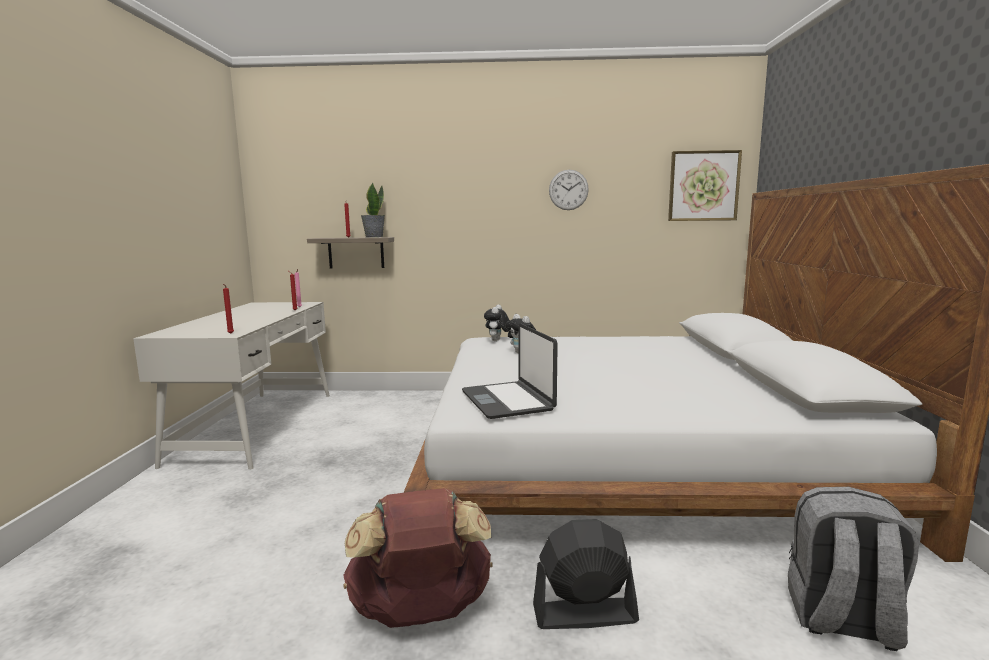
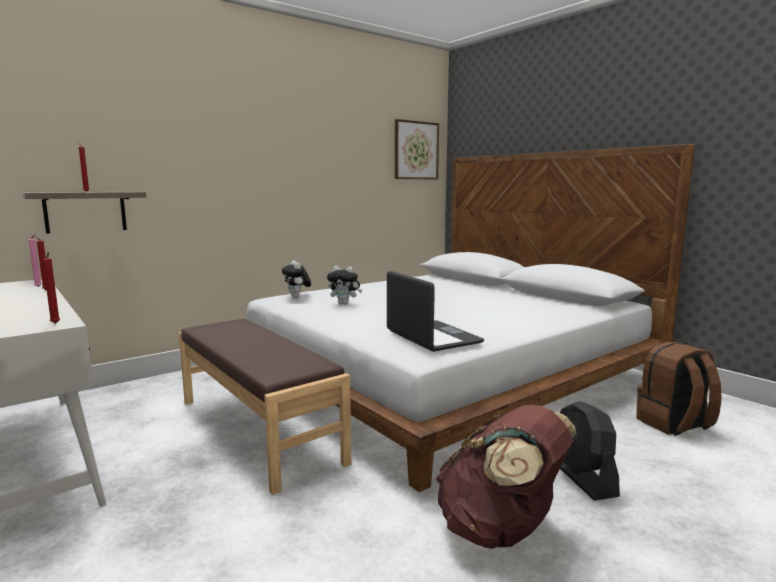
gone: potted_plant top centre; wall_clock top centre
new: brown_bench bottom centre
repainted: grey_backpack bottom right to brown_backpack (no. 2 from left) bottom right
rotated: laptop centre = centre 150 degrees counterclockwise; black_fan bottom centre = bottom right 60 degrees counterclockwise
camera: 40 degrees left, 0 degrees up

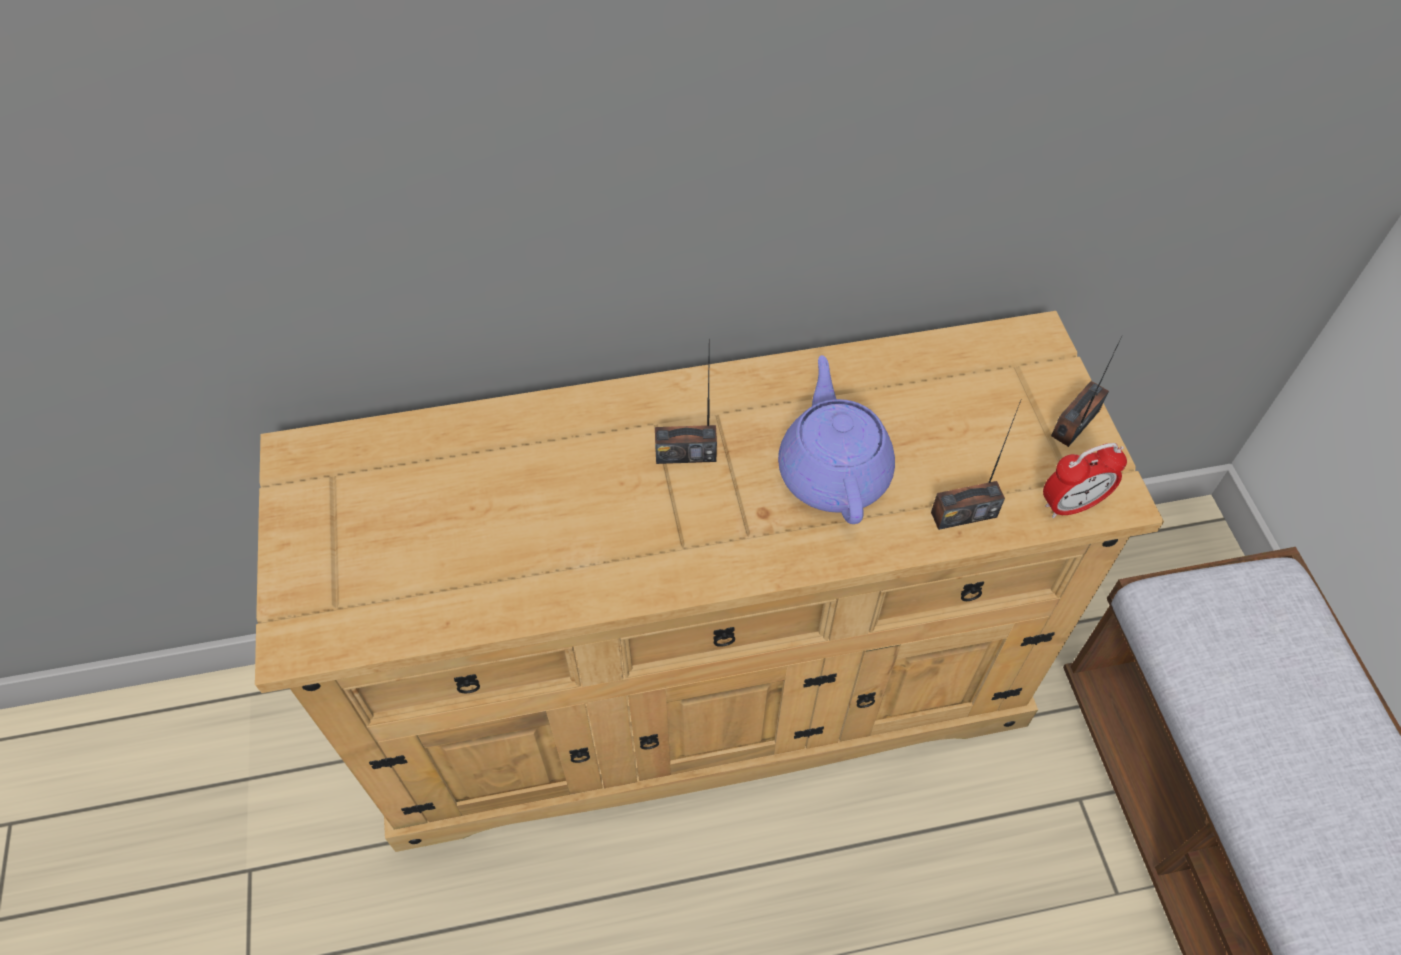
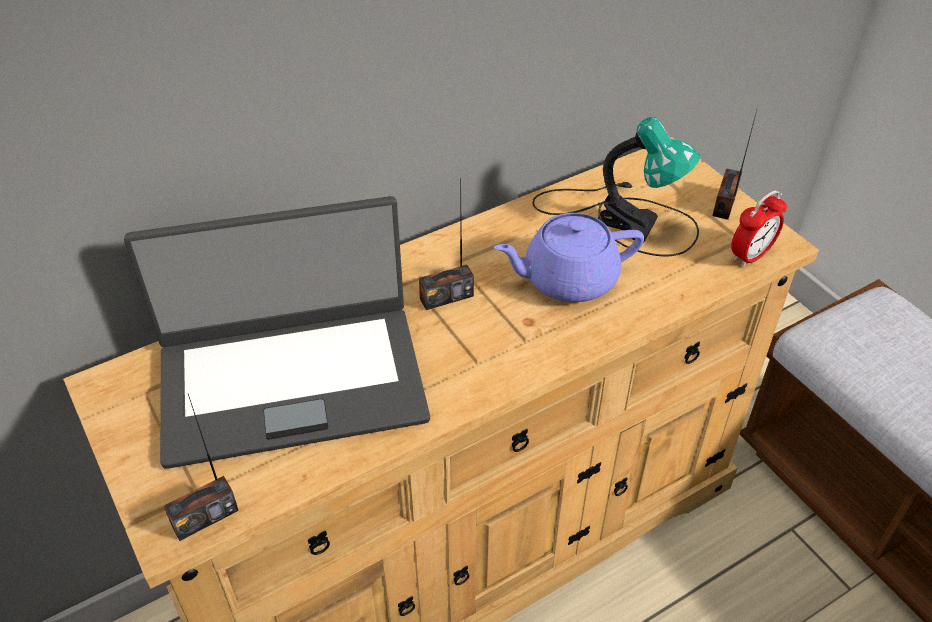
new: laptop middle left; table_lamp top centre
shifted: radio (no. 2 from left in the first image) middle right to radio (no. 1 from left) bottom left
rotated: purple_teapot centre = centre 75 degrees counterclockwise
camera: 20 degrees left, 10 degrees down

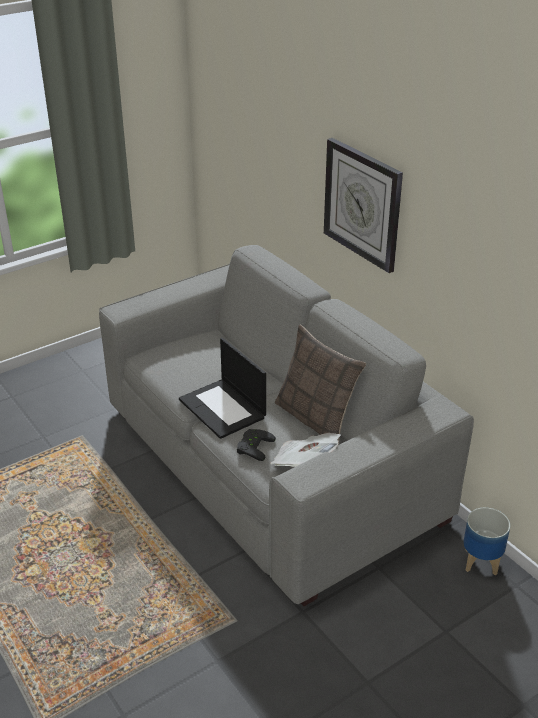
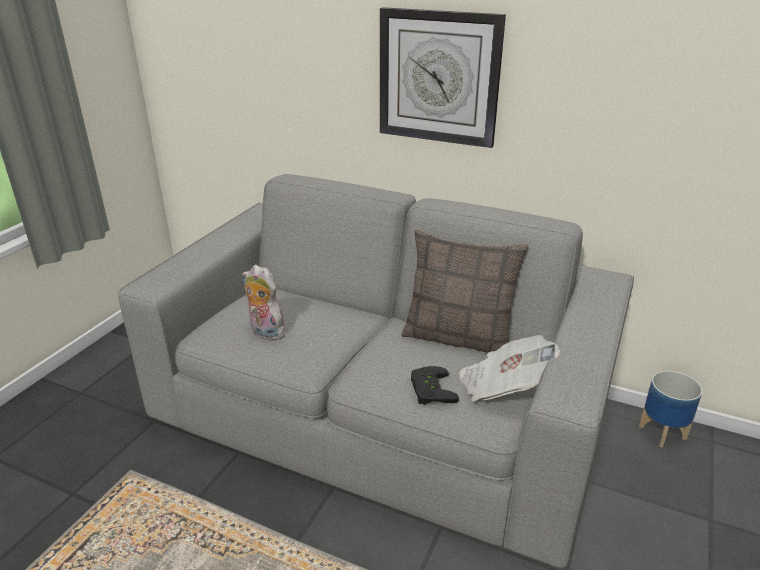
gone: laptop centre
new: plush_toy centre
camera: 30 degrees left, 5 degrees down

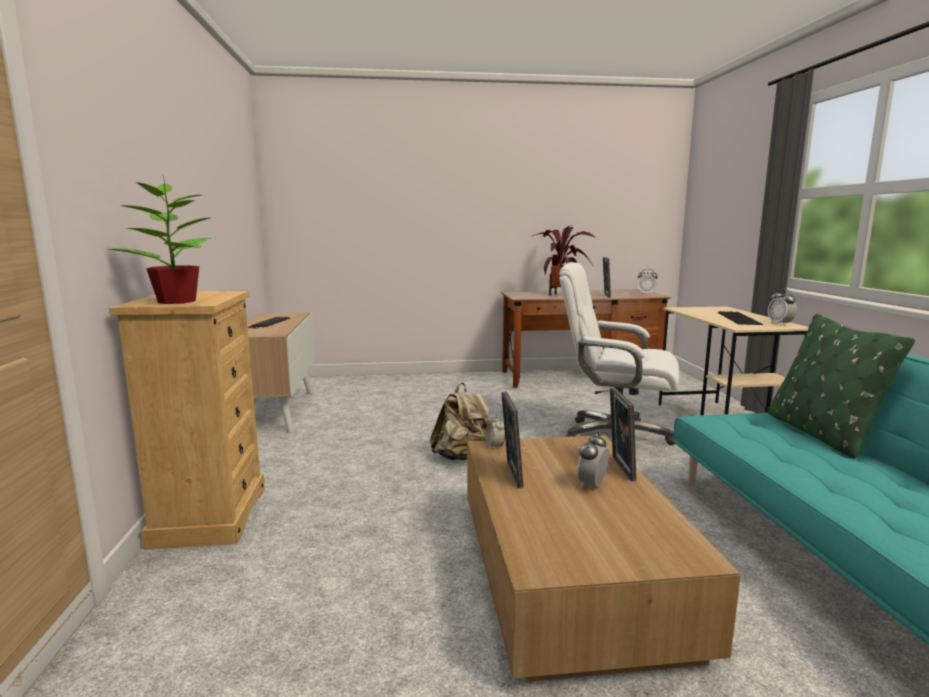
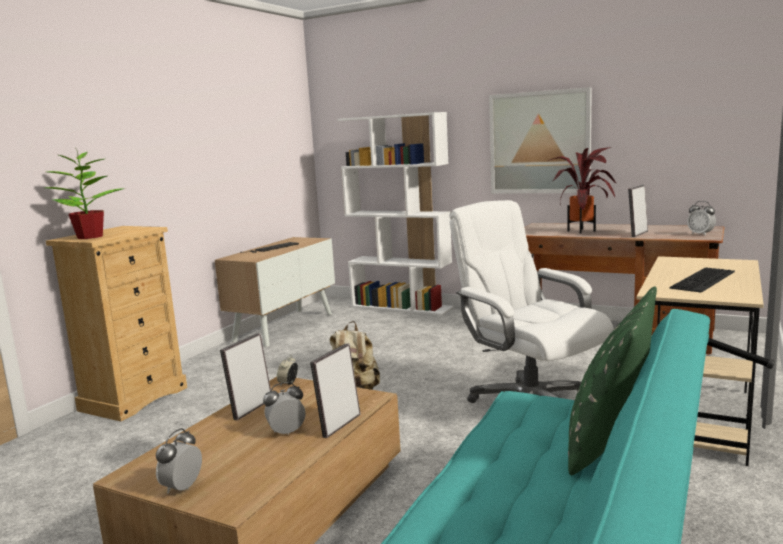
new: white_bookcase centre; picture top right
shifted: alarm_clock (no. 4 from left in the first image) middle right to alarm_clock (no. 1 from left) bottom left
camera: 35 degrees right, 0 degrees up

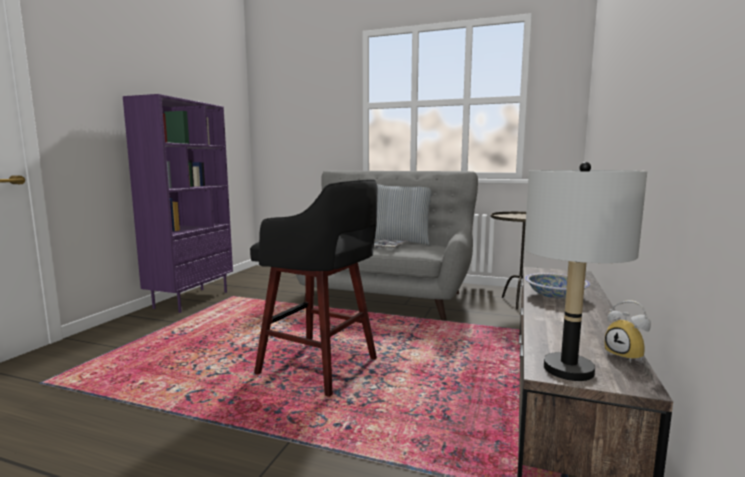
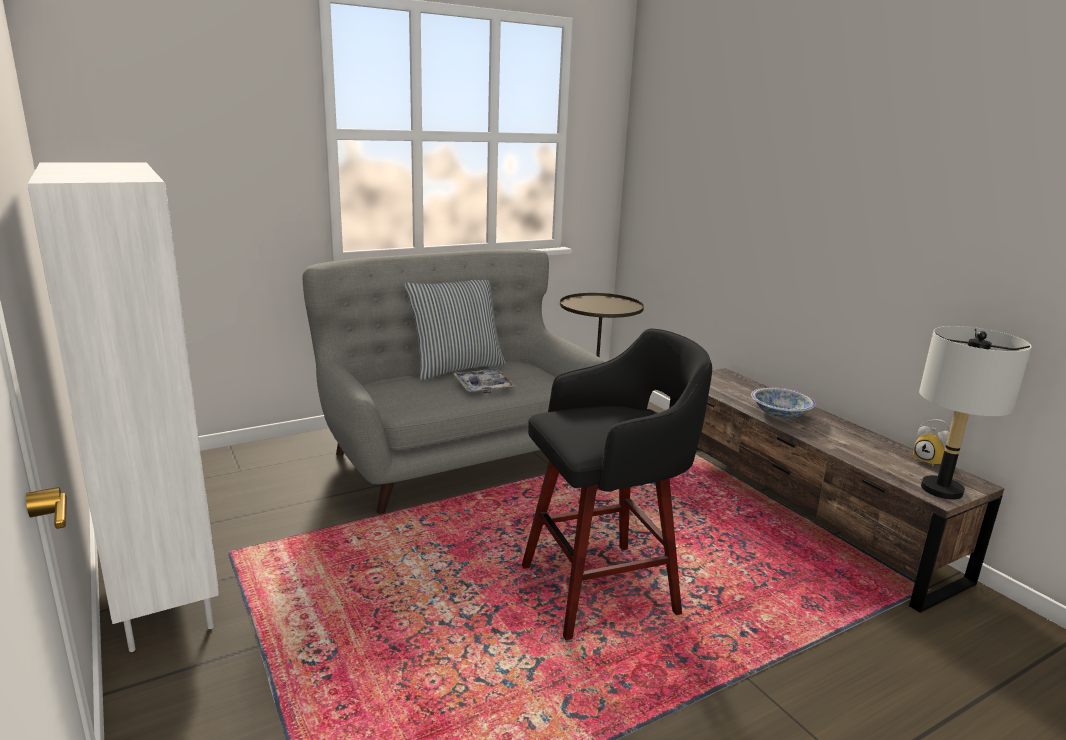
repainted: purple_bookcase middle left to white_bookcase middle left
rotated: alarm_clock bottom right = middle right 45 degrees clockwise
camera: 50 degrees left, 10 degrees up

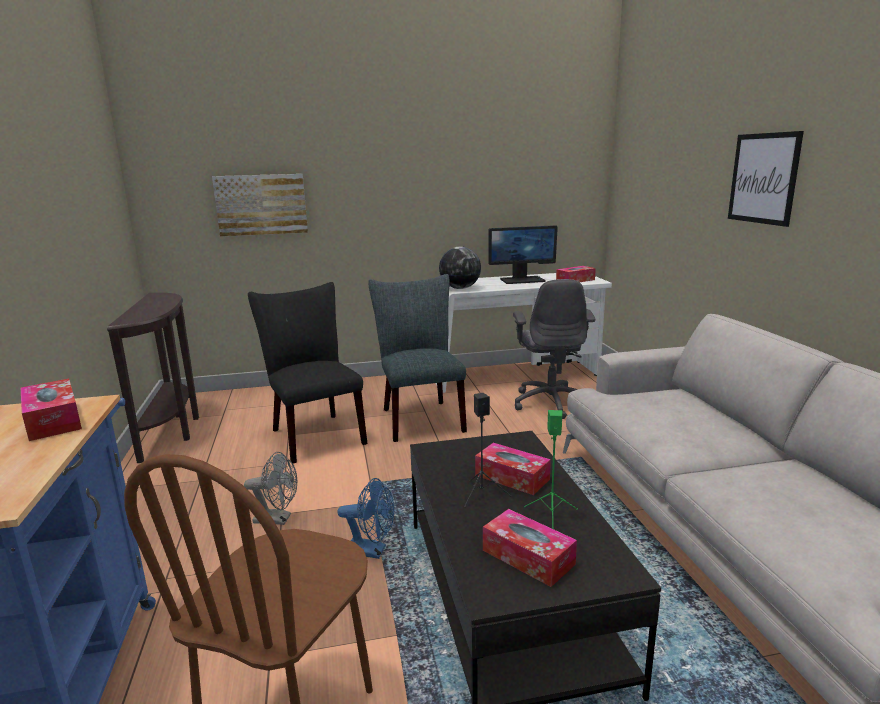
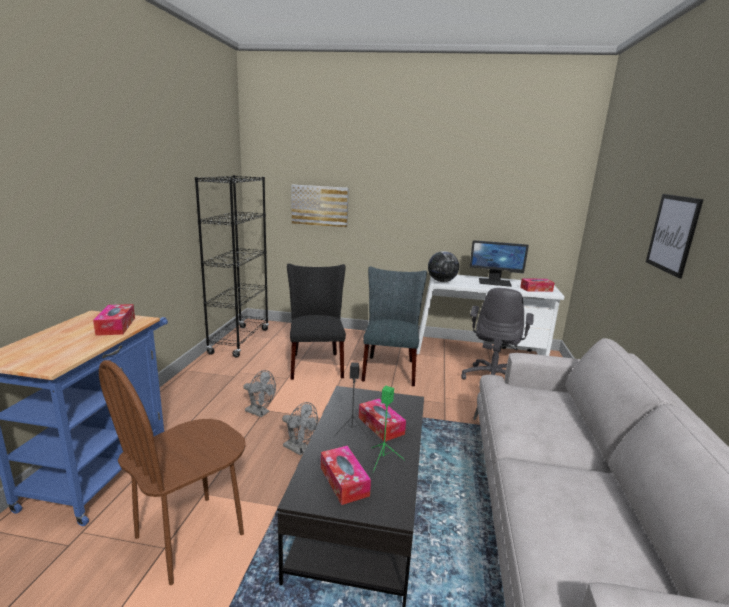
swapped: brown_console_table middle left to black_bookcase middle left
repainted: blue_fan bottom centre to grey_fan (no. 2 from left) bottom centre
camera: 20 degrees right, 0 degrees up

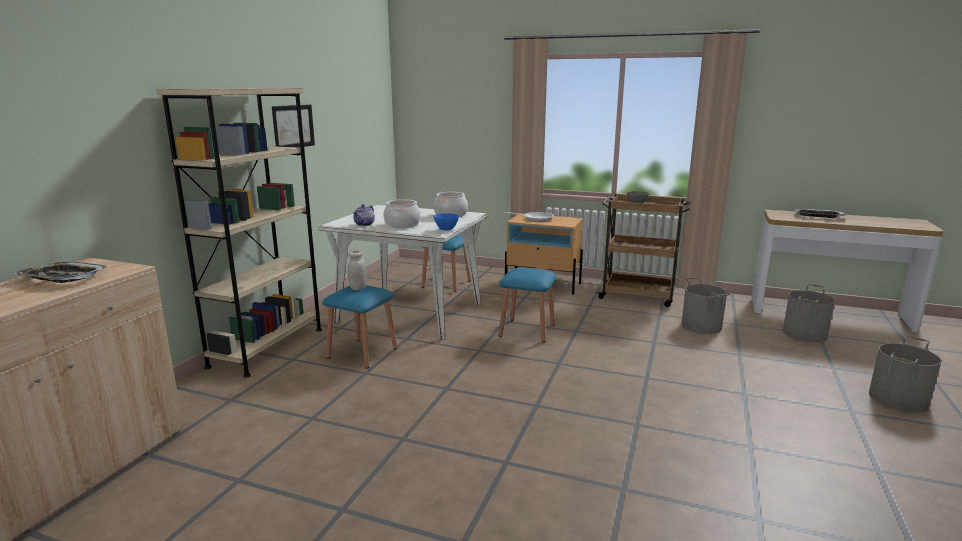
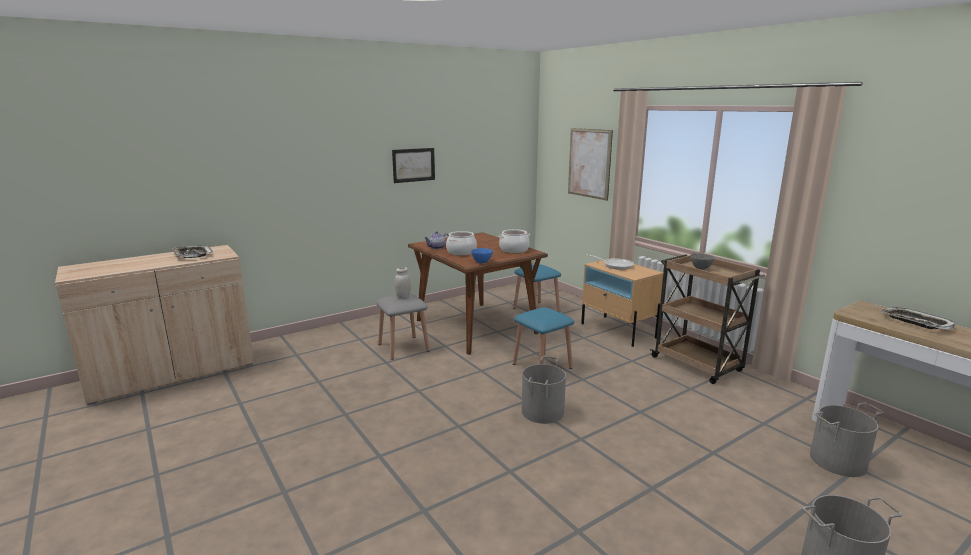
gone: beige_bookcase middle left
new: picture (no. 2 from left) top centre
shifted: grey_bucket (no. 1 from left) middle right to bottom centre
repainted: white_dining_table centre to brown_dining_table centre; blue_stool (no. 1 from left) centre to grey_stool centre
camera: 35 degrees right, 0 degrees up

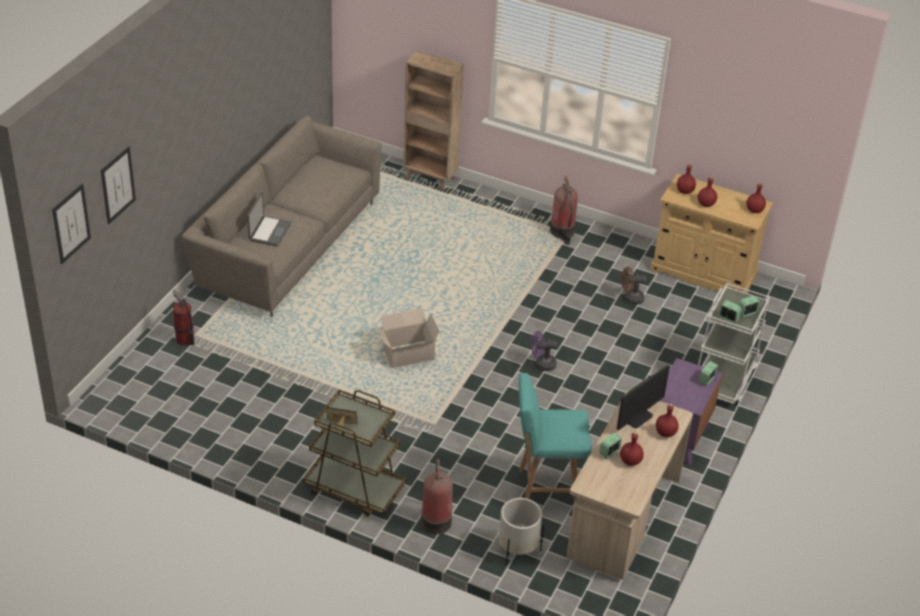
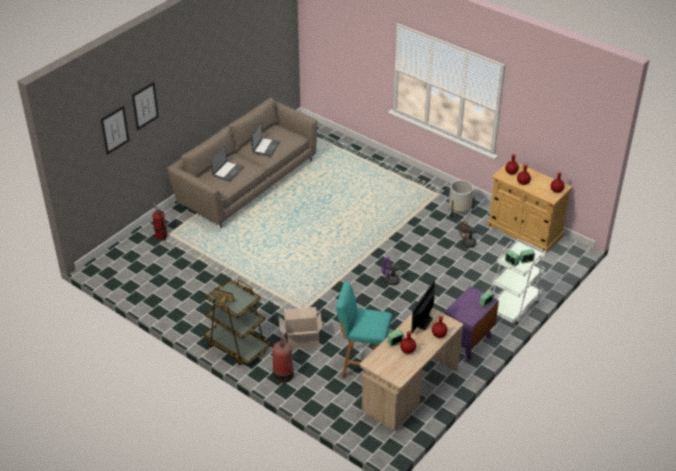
gone: brown_bookcase top centre; fire_extinguisher (no. 3 from left) centre
new: laptop (no. 2 from left) top centre
shifted: picture (no. 1 from left in the first image) middle left to picture (no. 2 from left) top left; cardboard_box centre to bottom centre; white_planter bottom centre to middle right
rotated: monitor middle right = centre 150 degrees clockwise
camera: 15 degrees right, 0 degrees up

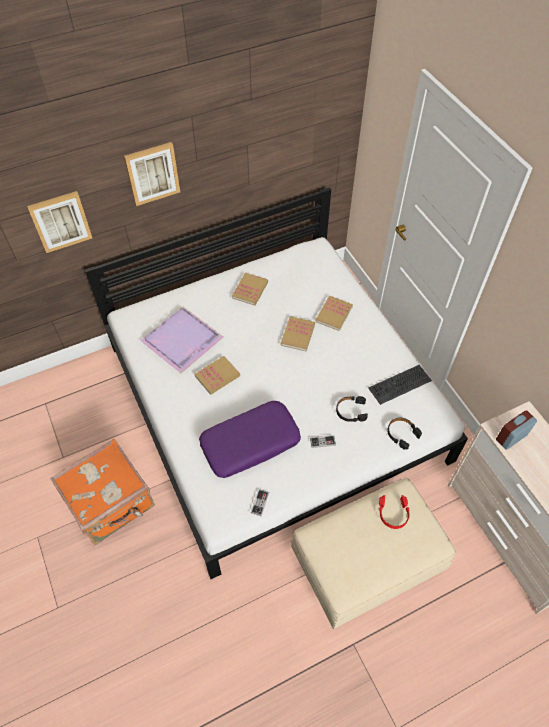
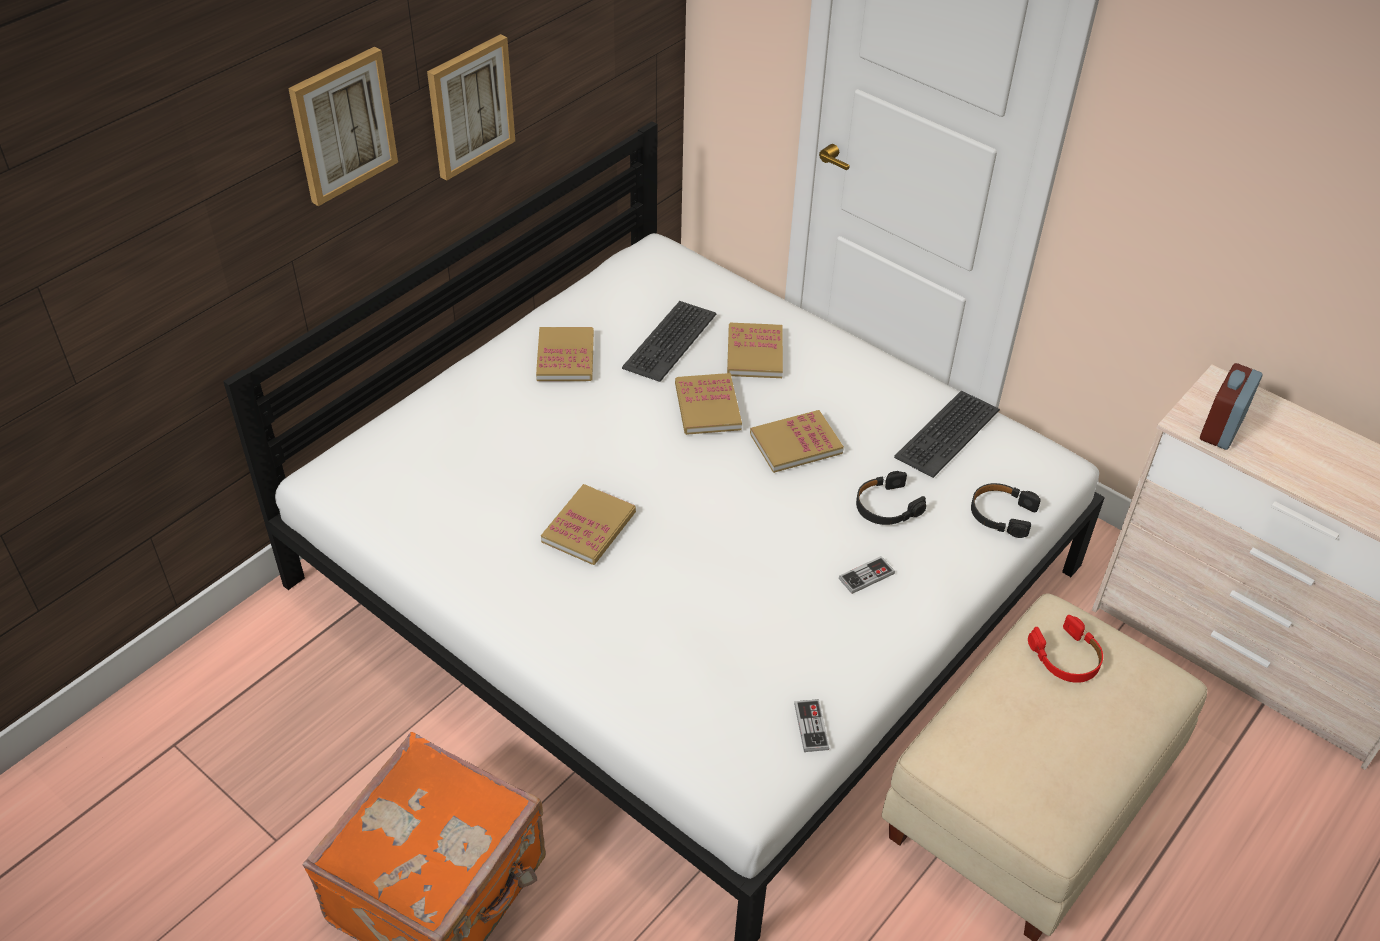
gone: purple_tray middle left; purple_pillow centre
new: keyboard (no. 1 from left) centre; book (no. 5 from left) centre
shifted: picture (no. 1 from left in the first image) top left to picture (no. 2 from left) top centre
camera: 25 degrees left, 10 degrees down

